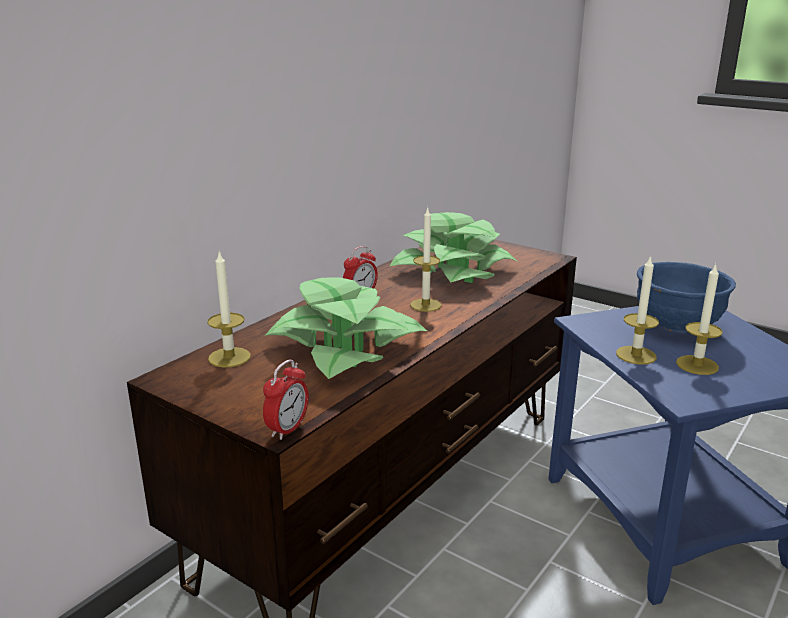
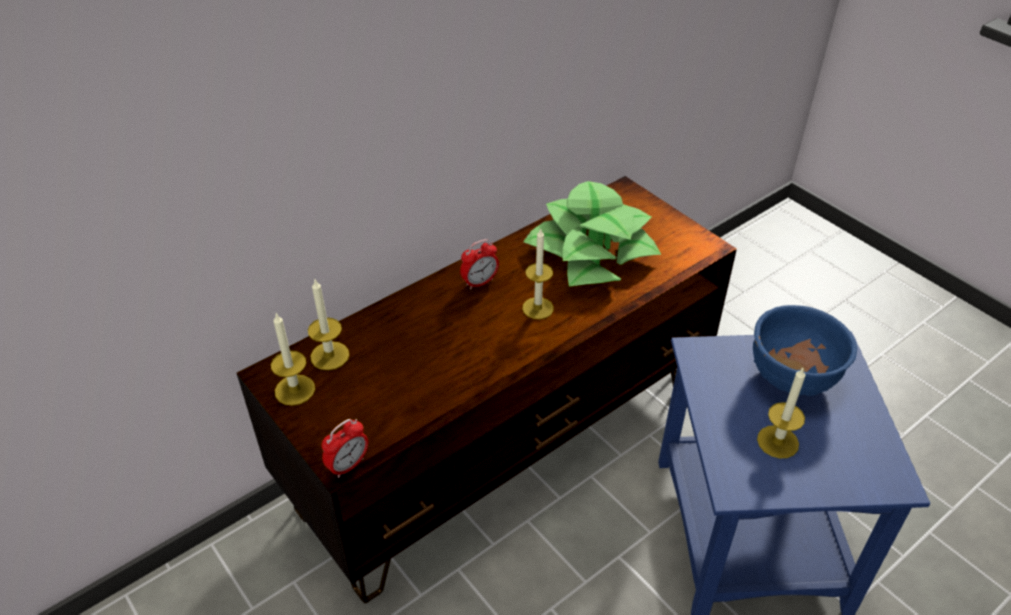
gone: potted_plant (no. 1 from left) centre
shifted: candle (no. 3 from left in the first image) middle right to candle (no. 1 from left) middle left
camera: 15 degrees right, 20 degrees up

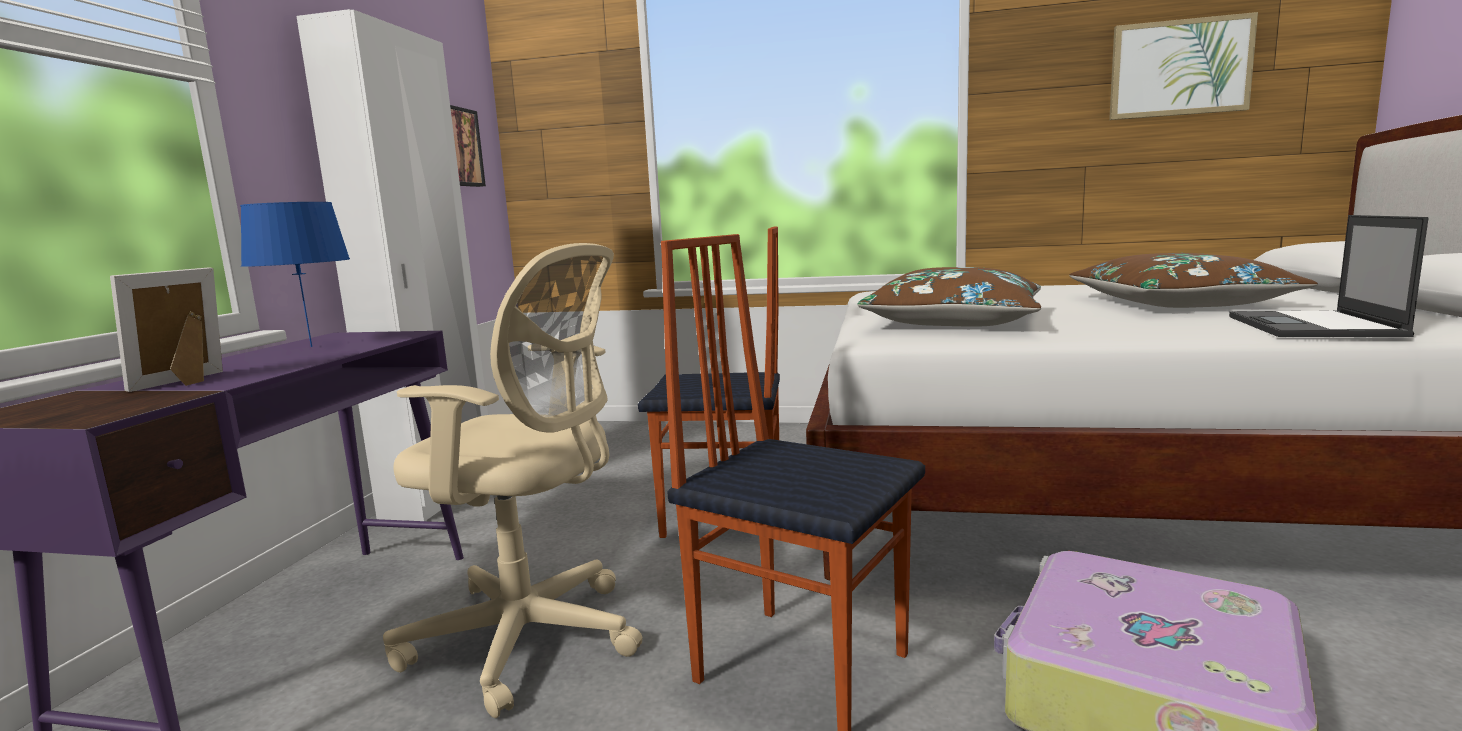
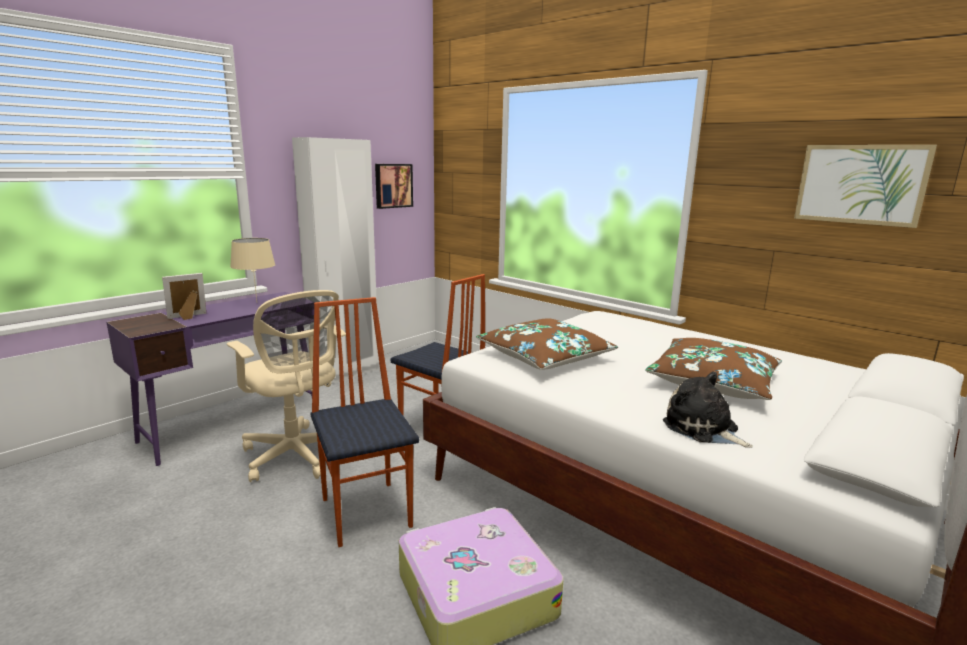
swapped: laptop middle right to plush_toy middle right
repainted: blue_table_lamp middle left to beige_table_lamp middle left
camera: 30 degrees right, 5 degrees up

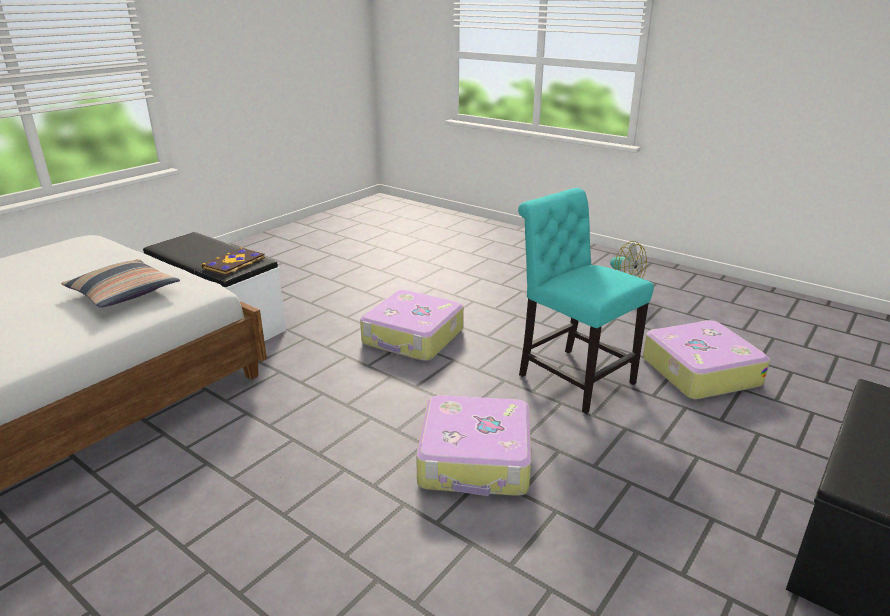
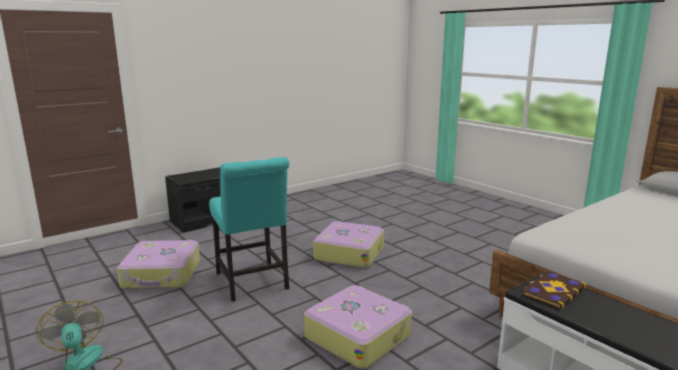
gone: pillow middle left
camera: 165 degrees left, 10 degrees down

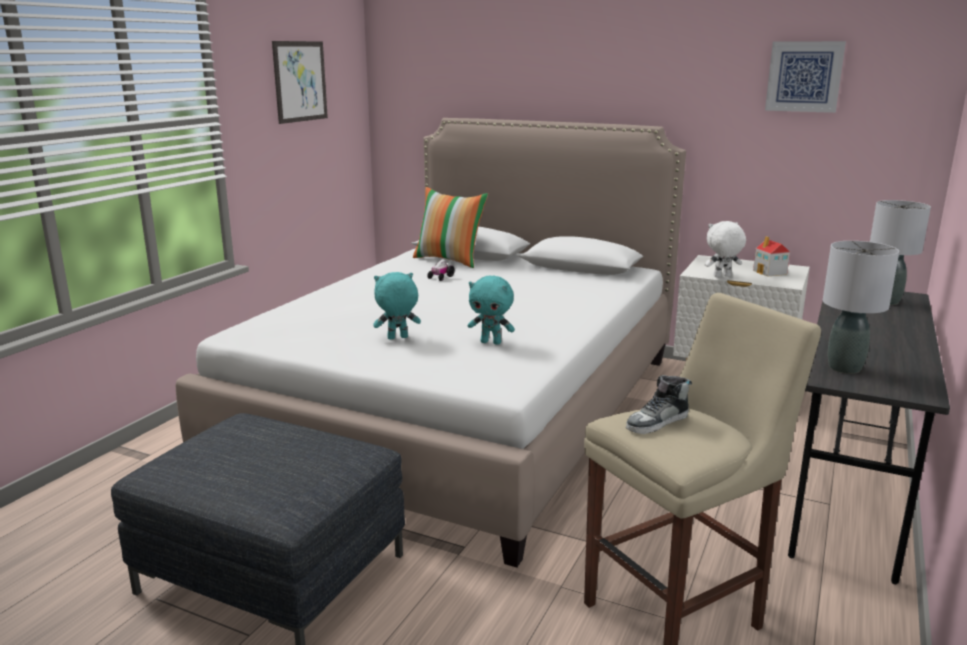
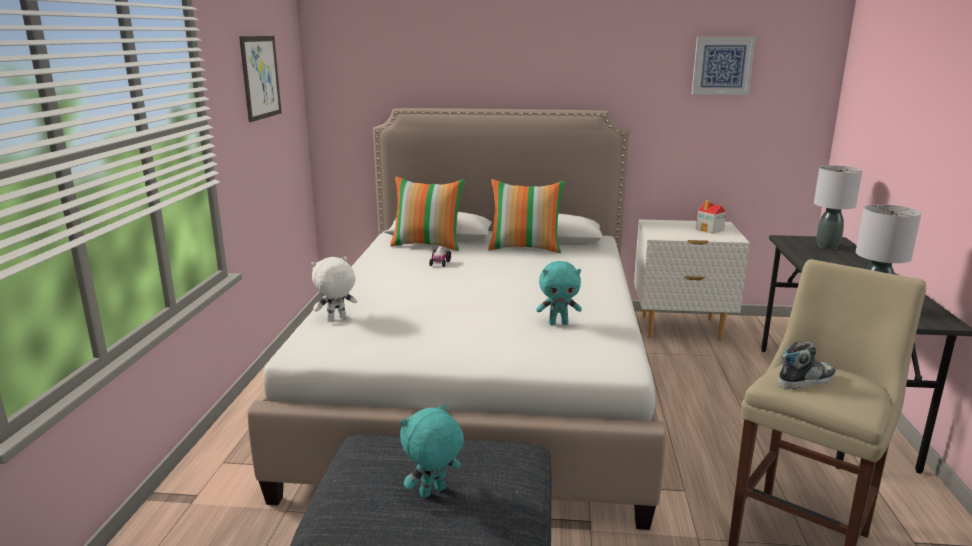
new: pillow (no. 2 from left) centre
shifted: turquoise_plush_toy (no. 1 from left) centre to bottom centre; white_plush_toy middle right to centre
rotated: shoe middle right = bottom right 150 degrees counterclockwise
camera: 20 degrees left, 0 degrees up

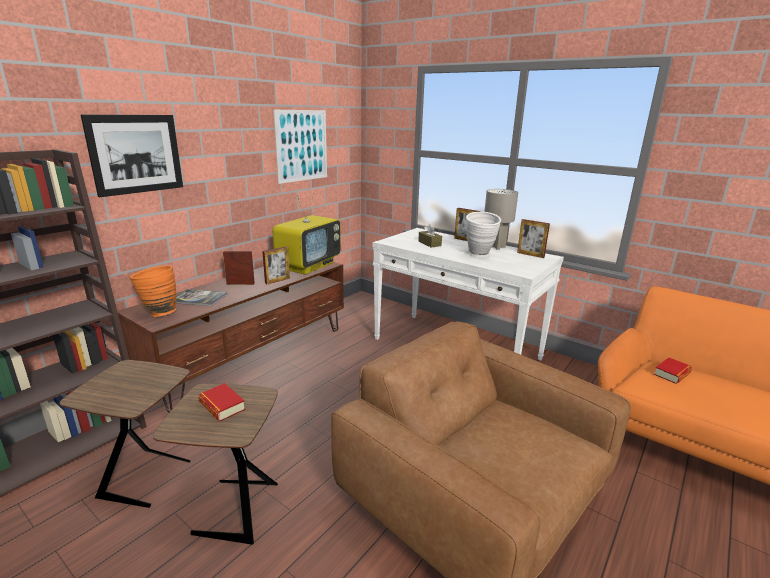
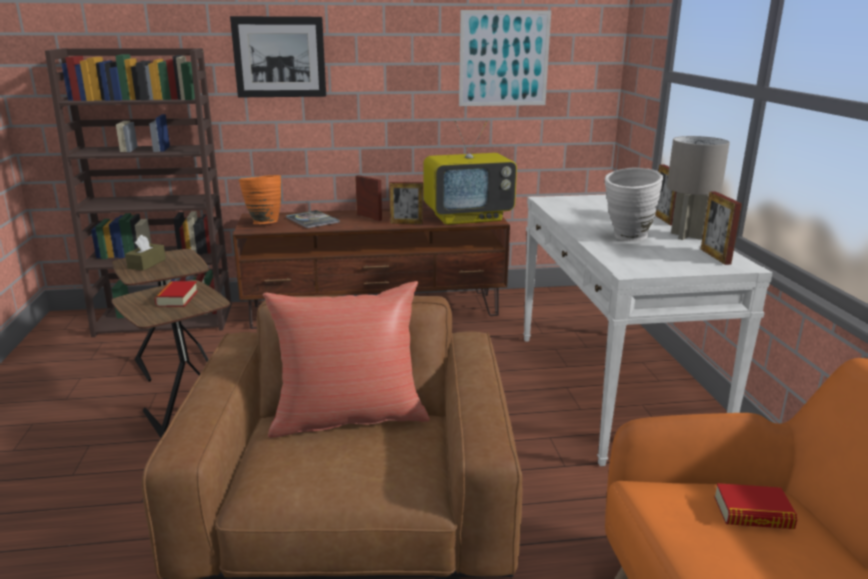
new: red_pillow centre
shifted: brown_tissue_box centre to middle left
camera: 45 degrees right, 0 degrees up

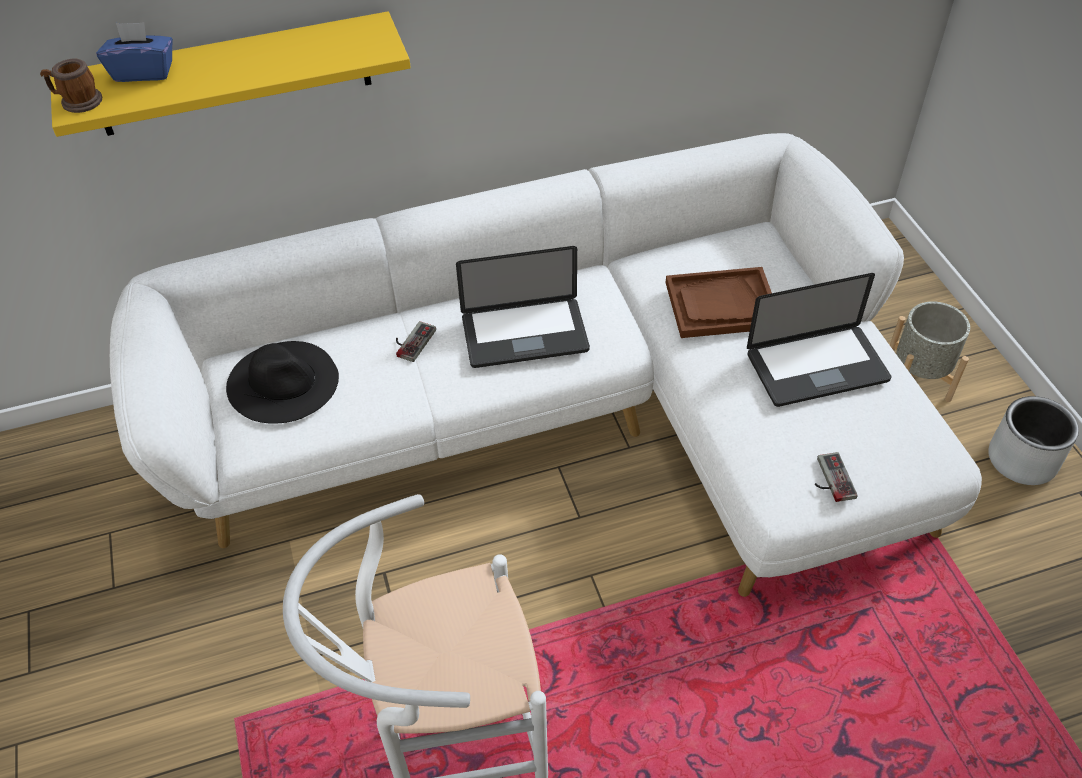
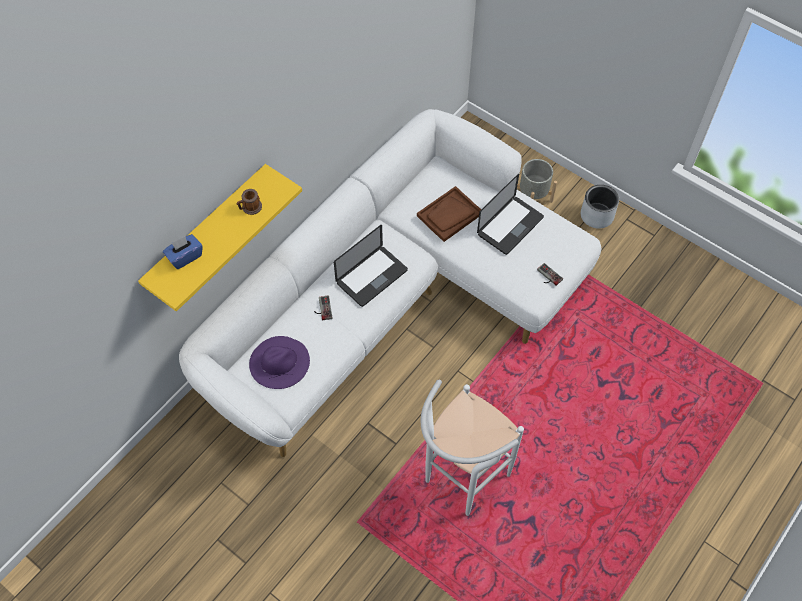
shifted: mug top left to middle left
repainted: black_hat middle left to purple_hat centre
camera: 35 degrees left, 10 degrees up

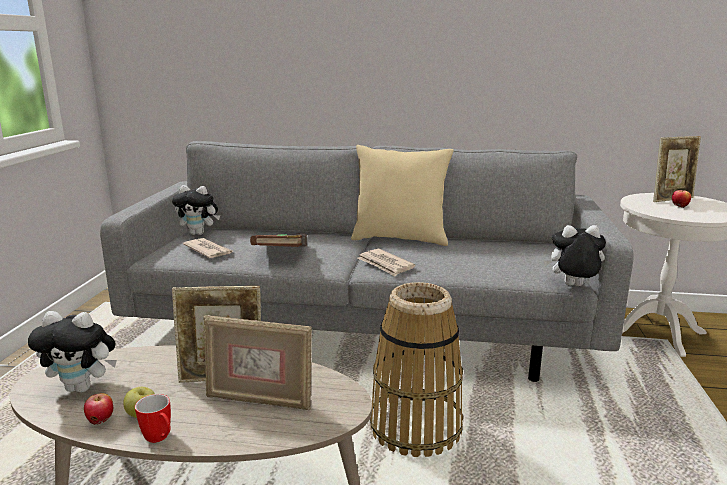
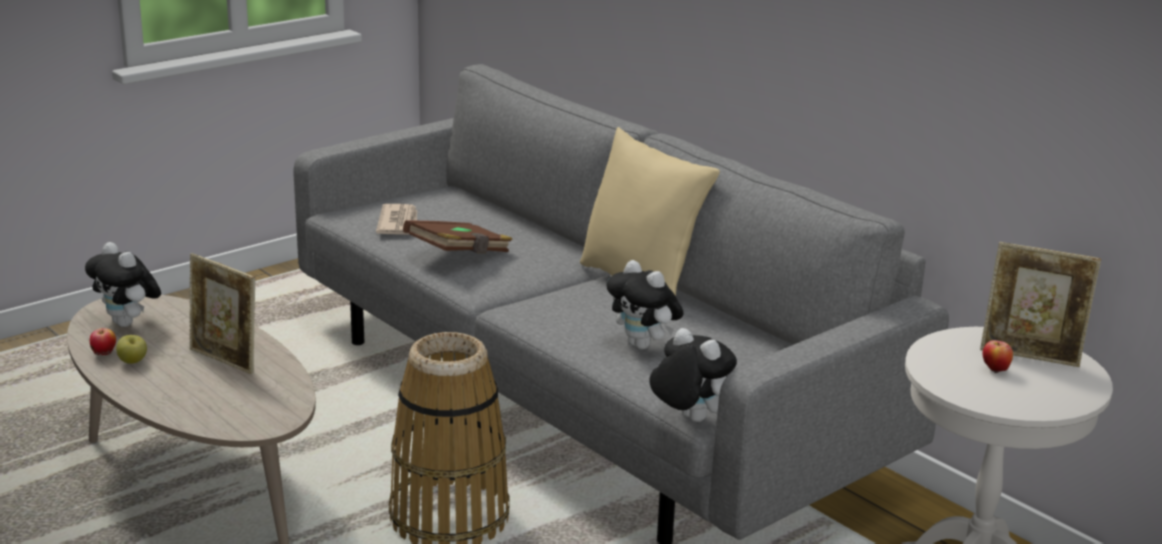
gone: mug bottom left; picture_frame (no. 2 from left) bottom centre; newspaper (no. 2 from left) centre
shifted: plush_toy (no. 2 from left) middle left to centre
camera: 40 degrees right, 5 degrees up

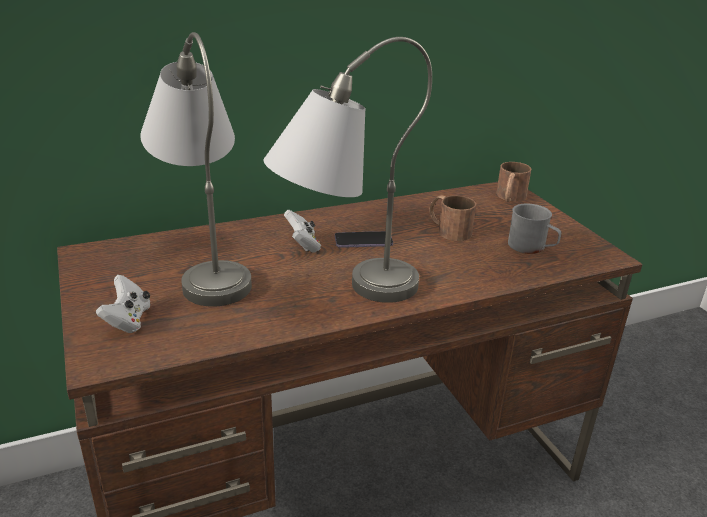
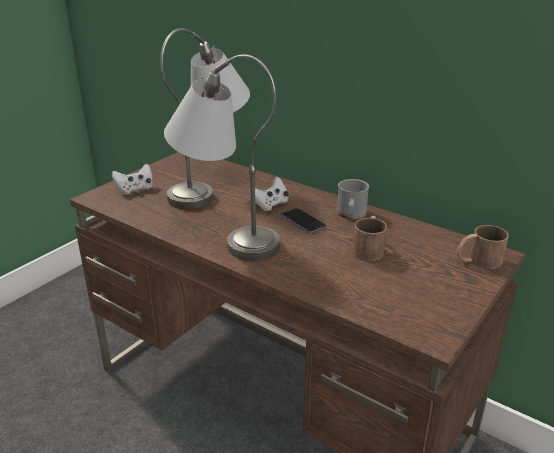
shifted: grey_mug middle right to centre
camera: 60 degrees right, 0 degrees up

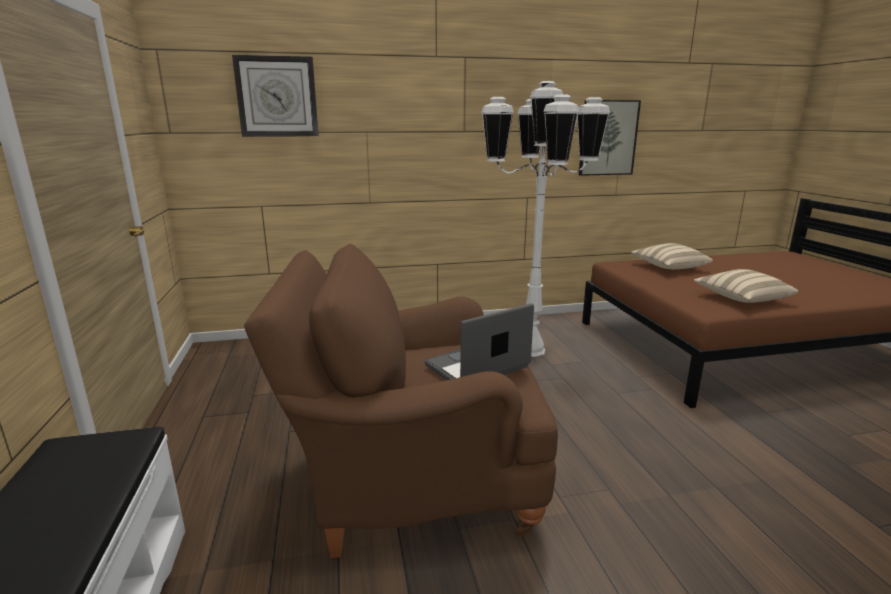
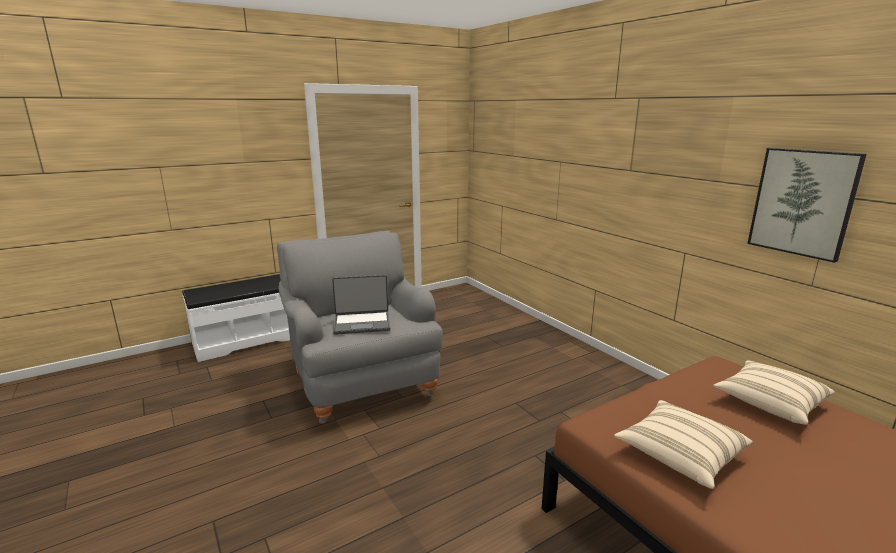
gone: wall_clock top left; white_floor_lamp centre
repainted: brown_armchair bottom centre to grey_armchair centre
rotated: laptop centre = centre 135 degrees clockwise
camera: 70 degrees right, 0 degrees up

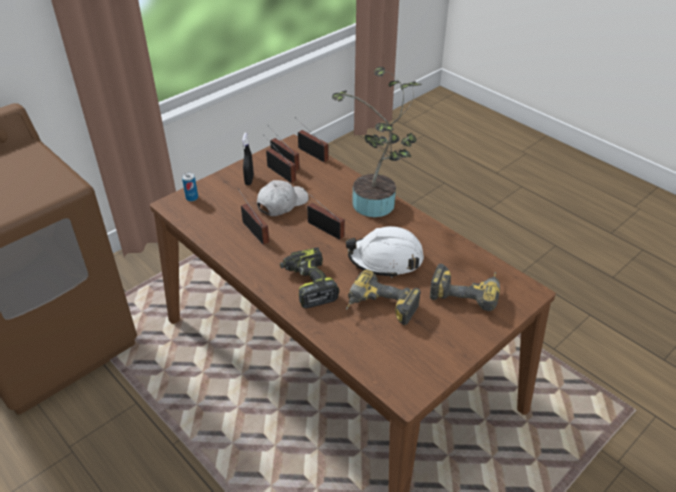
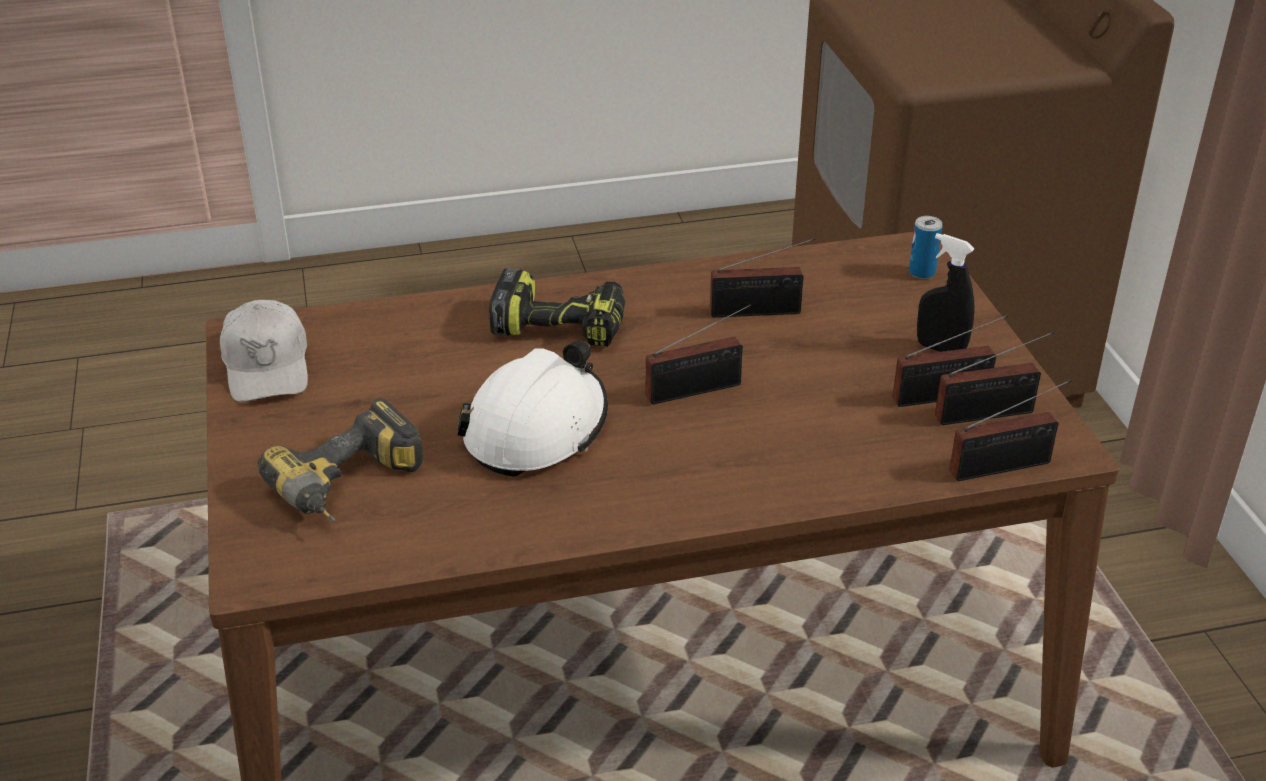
gone: potted_plant top centre; power_drill (no. 2 from left) centre
shifted: white_cap centre to middle left
camera: 120 degrees right, 5 degrees down

